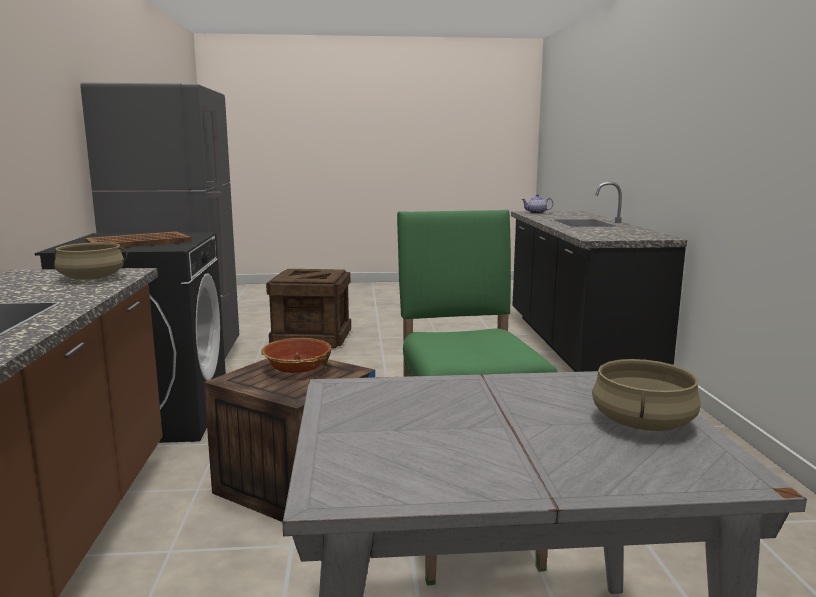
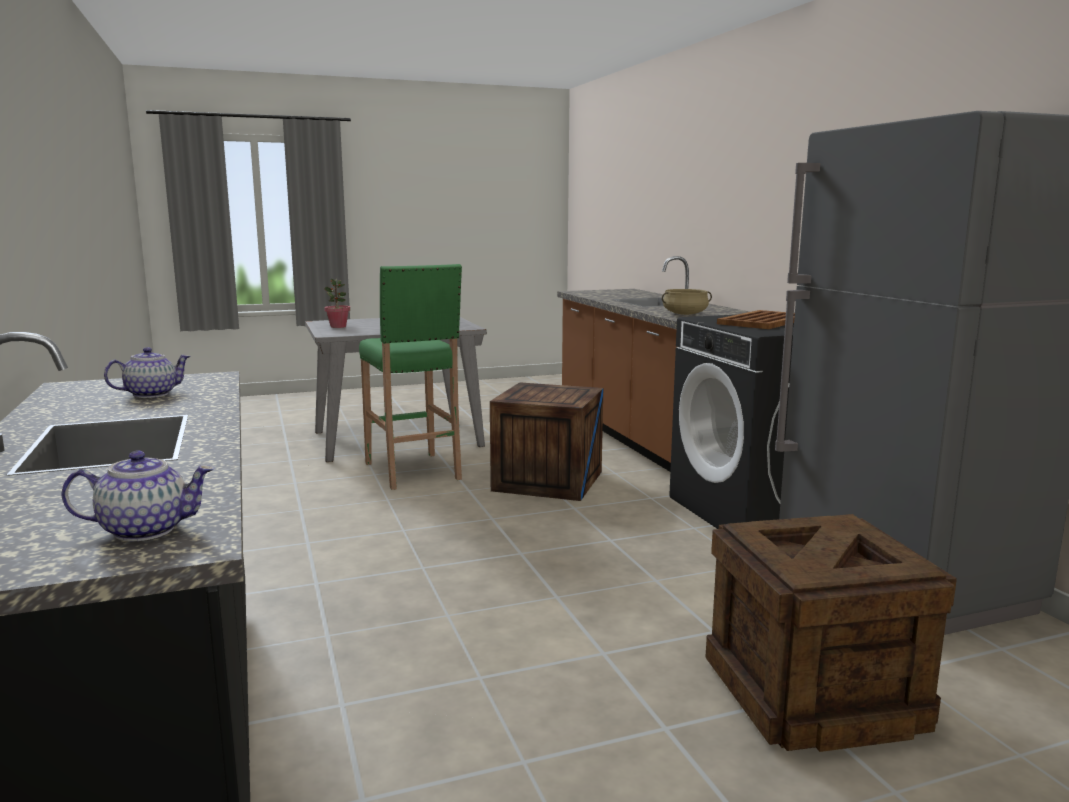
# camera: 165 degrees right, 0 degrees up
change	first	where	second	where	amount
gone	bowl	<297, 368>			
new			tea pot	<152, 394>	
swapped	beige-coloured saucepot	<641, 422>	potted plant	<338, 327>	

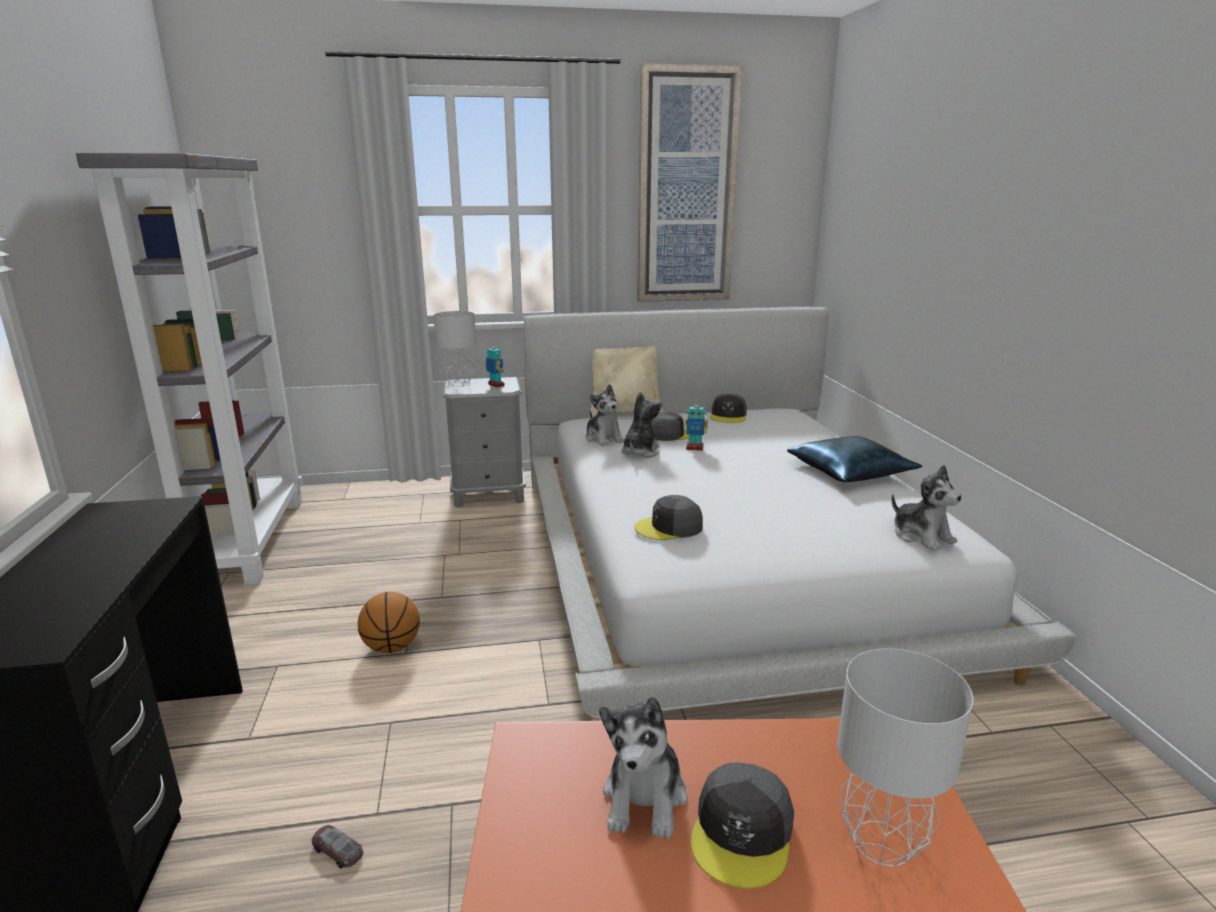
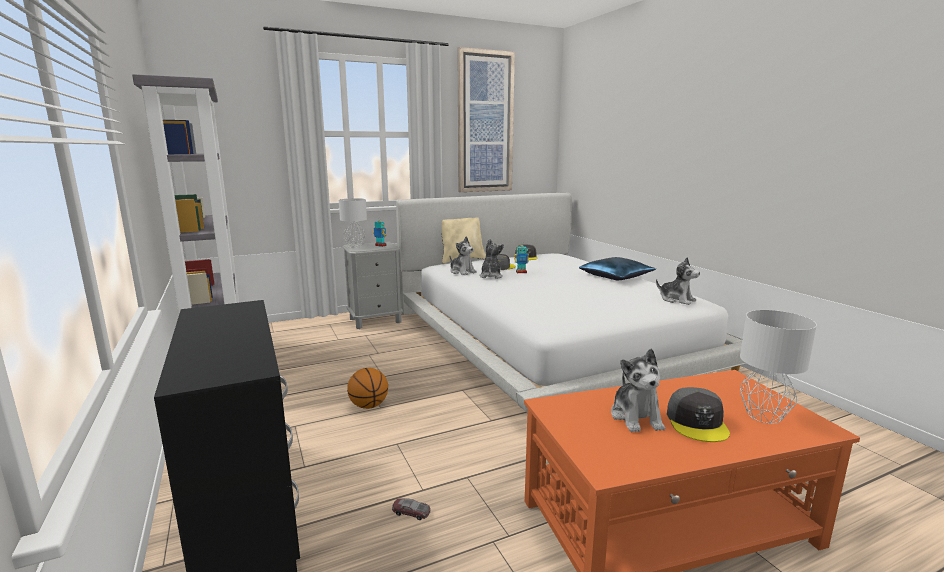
# camera: 15 degrees left, 5 degrees down
change	first	where	second	where	amount
gone	gray baseball cap	<669, 527>			

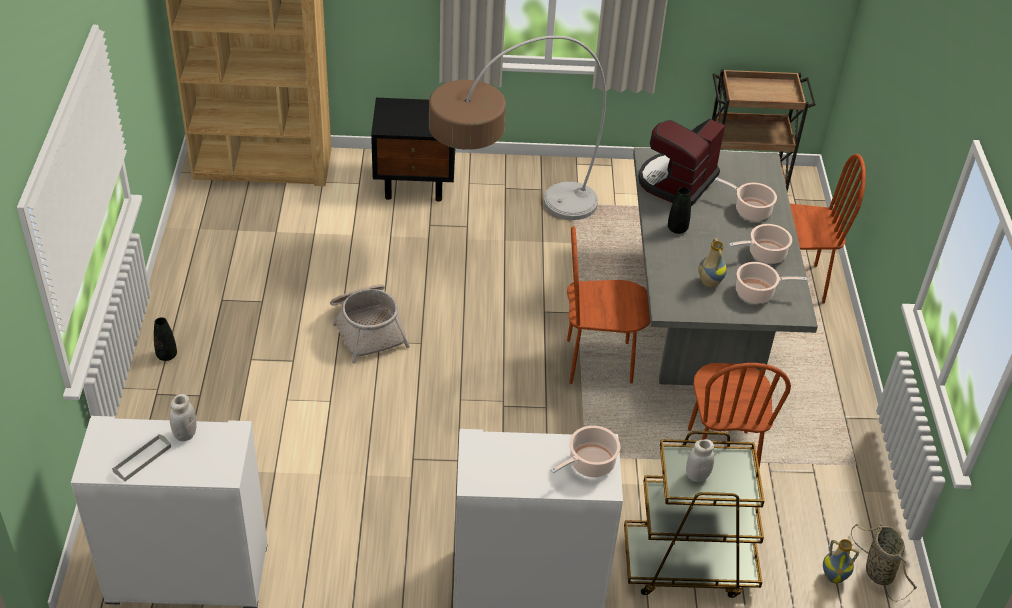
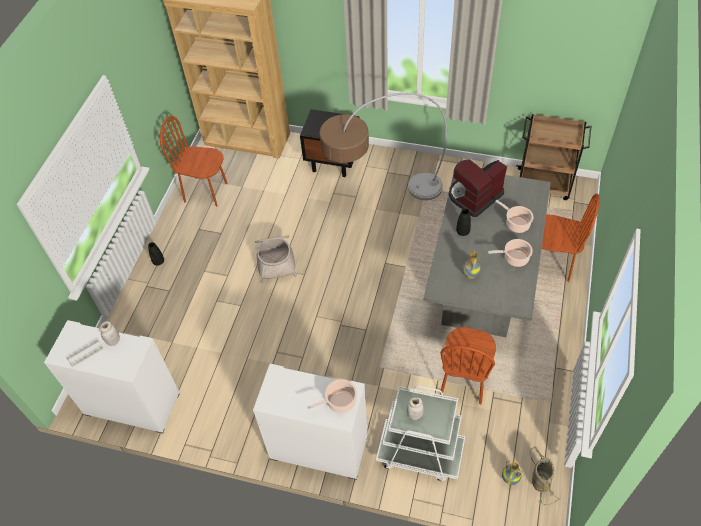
# camera: 20 degrees right, 10 degrees up
change	first	where	second	where	amount
gone	saucepot	<757, 293>			
shifted	brownish chair	<599, 362>		<206, 192>	
repainted	brownish wheeled cart	<688, 564>	white wheeled cart	<420, 453>	

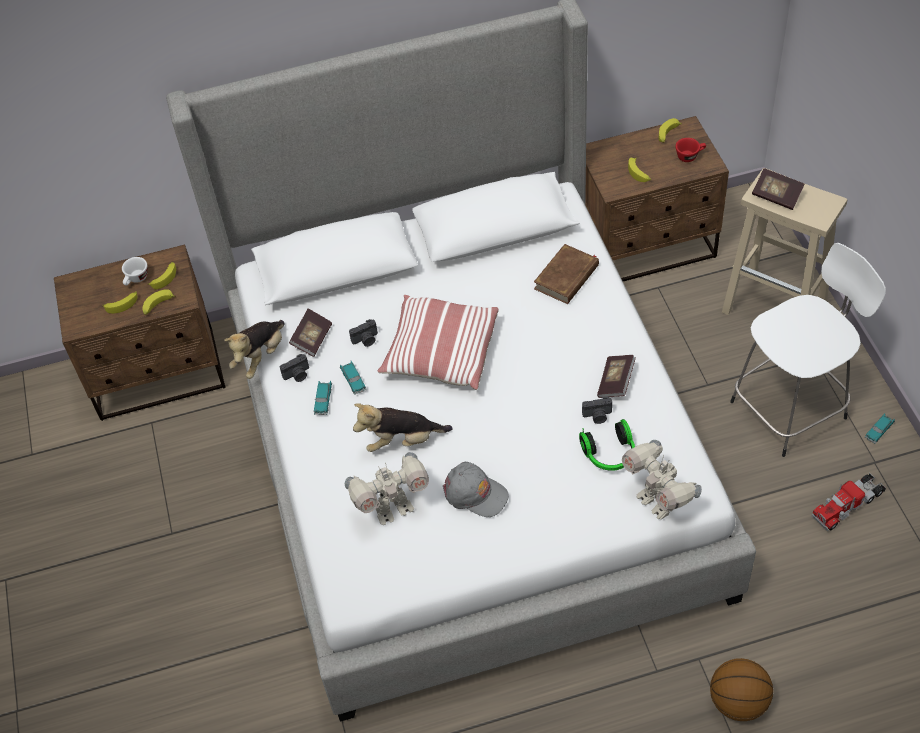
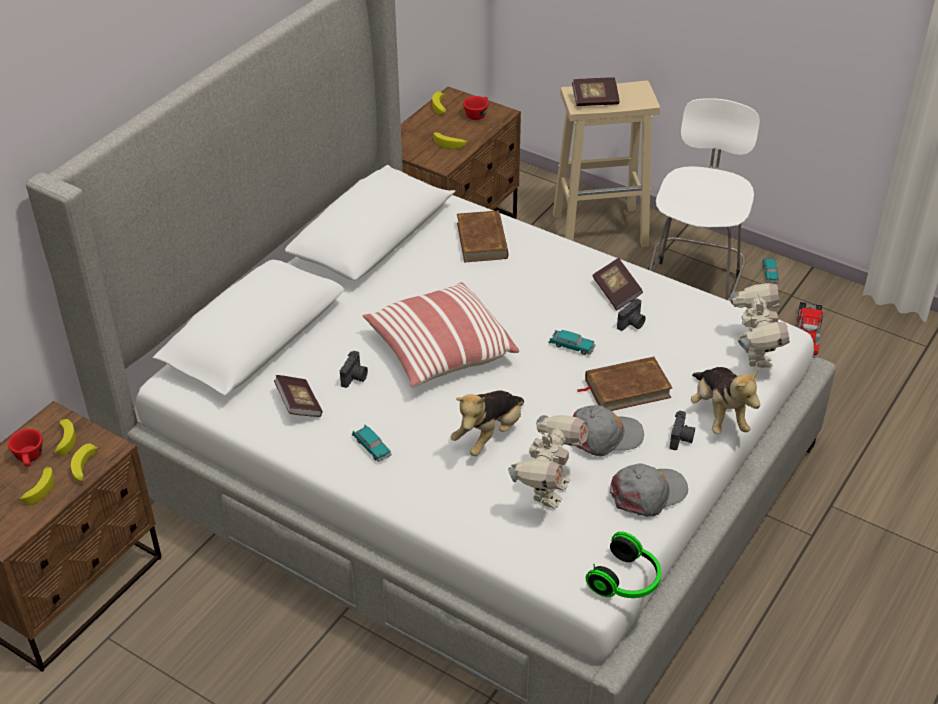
# camera: 45 degrees left, 10 degrees down
change	first	where	second	where	amount
gone	ball for basketball	<738, 702>			
new			brownish volume	<627, 388>	
new			gray baseball cap	<648, 493>	
shifted	plush toy	<260, 357>		<718, 414>	
shifted	still camera	<297, 375>		<681, 439>	
shifted	model car	<353, 380>		<572, 346>	
shifted	pair of headphones	<610, 455>		<627, 581>	
repainted	white drinking cup	<136, 279>	reddish drinking cup	<30, 458>	
rotated	model robot	<658, 501>		<753, 356>	105 degrees counterclockwise

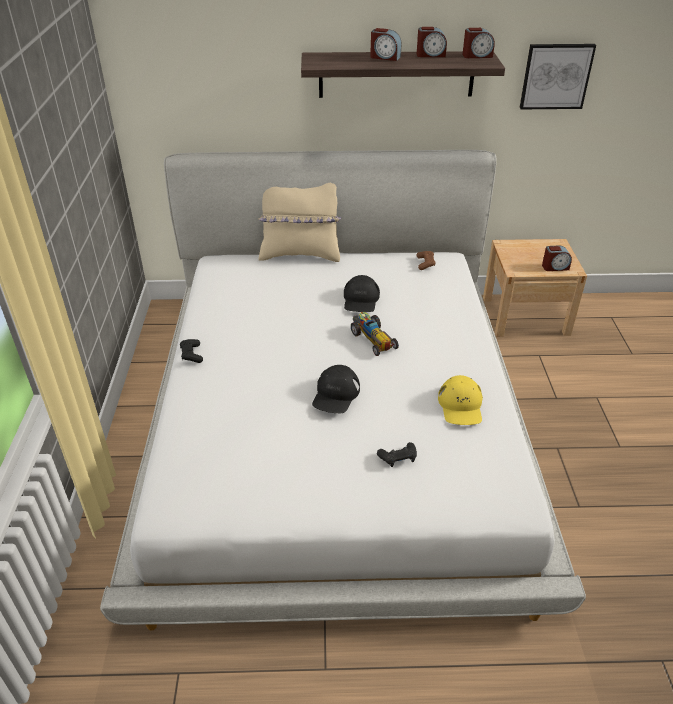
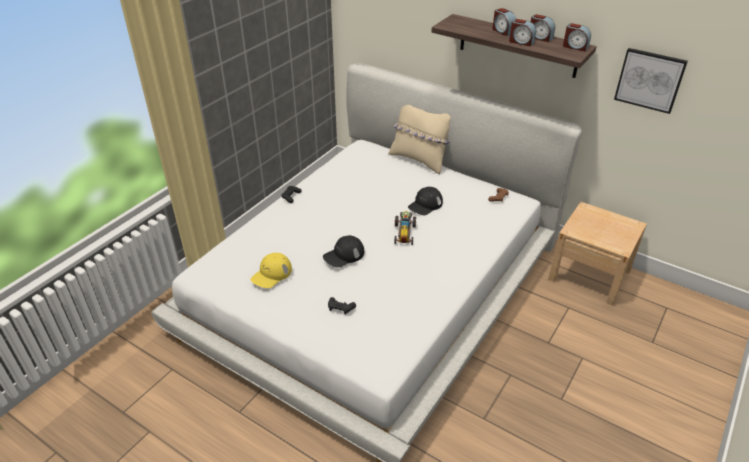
# camera: 35 degrees right, 0 degrees up
change	first	where	second	where	amount
shifted	yellow baseball cap	<461, 406>		<271, 274>	
shifted	bedside clock	<555, 267>		<521, 42>	

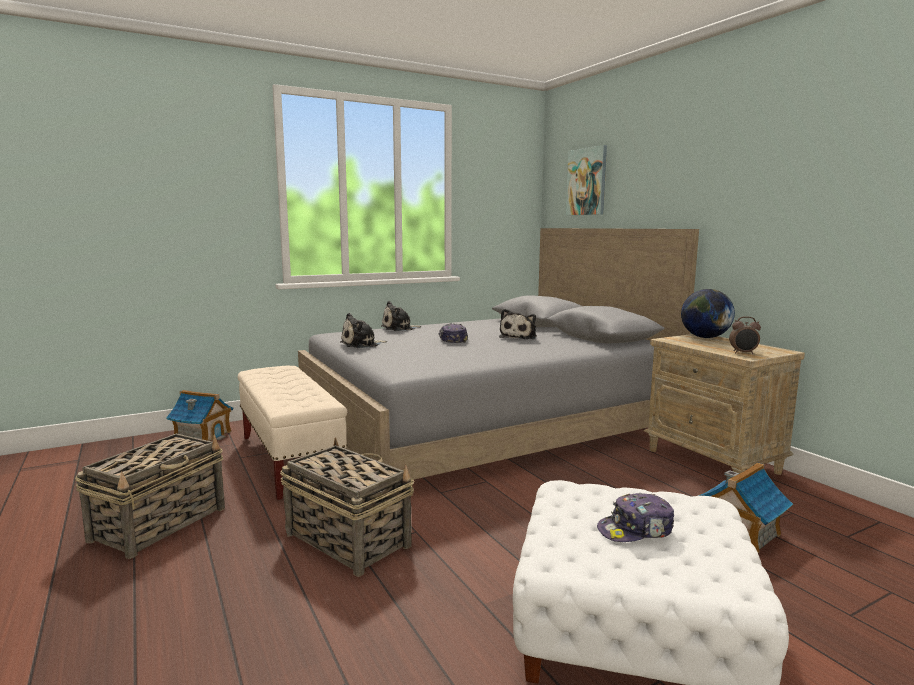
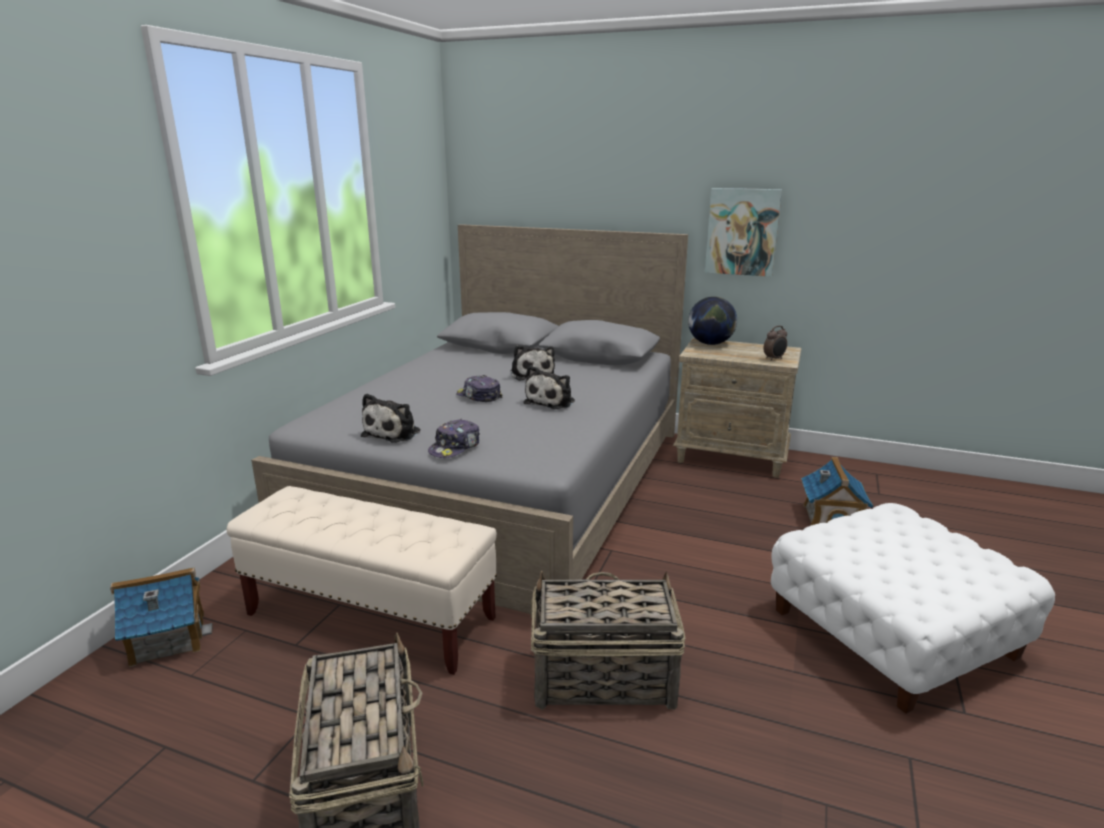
# camera: 40 degrees left, 10 degrees up
change	first	where	second	where	amount
shifted	plush toy	<399, 328>		<551, 402>	
shifted	wall picture	<587, 182>		<742, 232>	
shifted	baseball cap	<636, 530>		<455, 448>	

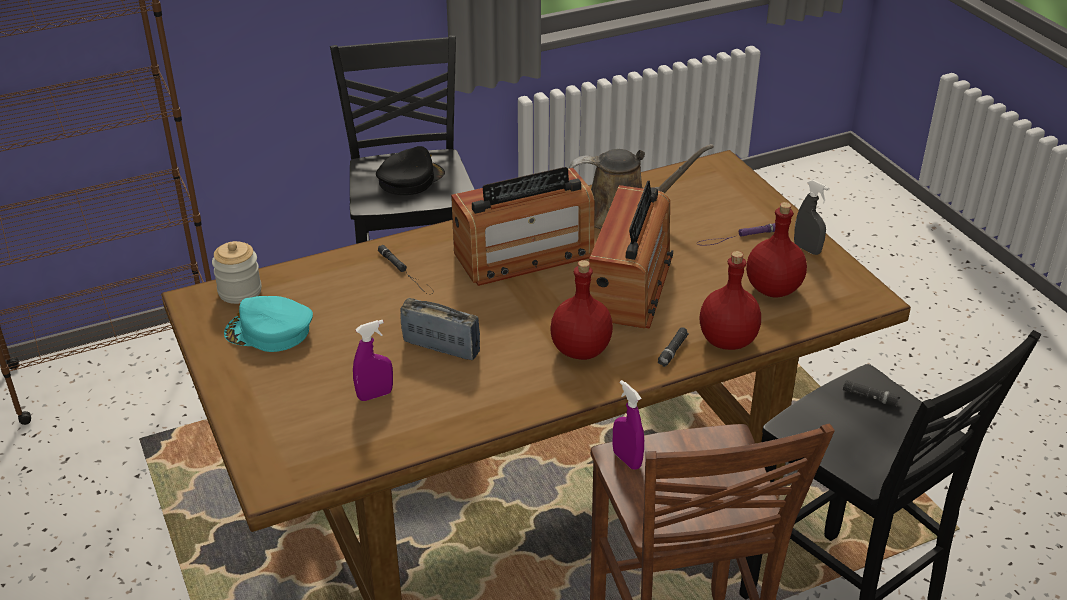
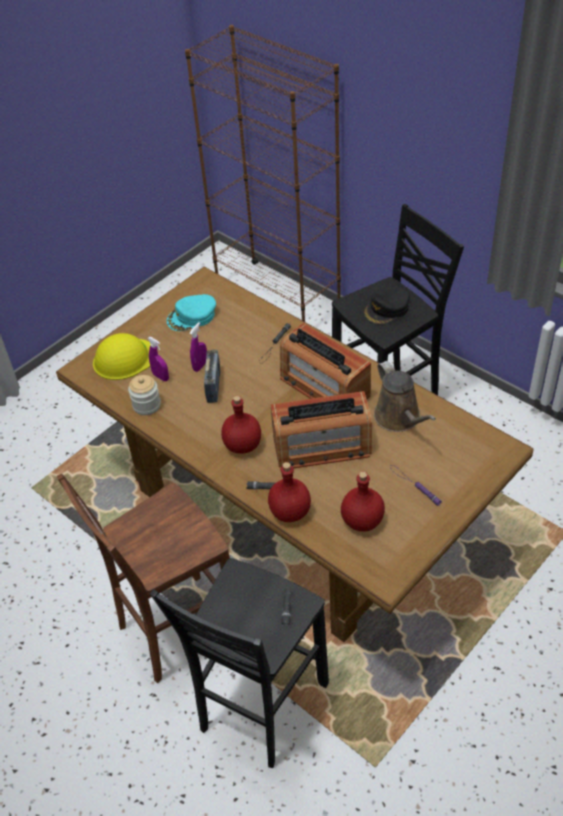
# camera: 70 degrees right, 10 degrees up
change	first	where	second	where	amount
gone	gray hand sprayer	<807, 249>			
new			yellow safety helmet	<124, 359>	
shifted	preserve jar	<240, 291>		<146, 405>	
shifted	purple hand sprayer	<627, 459>		<200, 365>	
rotated	turquoise-coloured baseball cap	<269, 331>		<192, 317>	105 degrees counterclockwise
rotated	blackish baseball cap	<410, 179>		<387, 309>	120 degrees clockwise

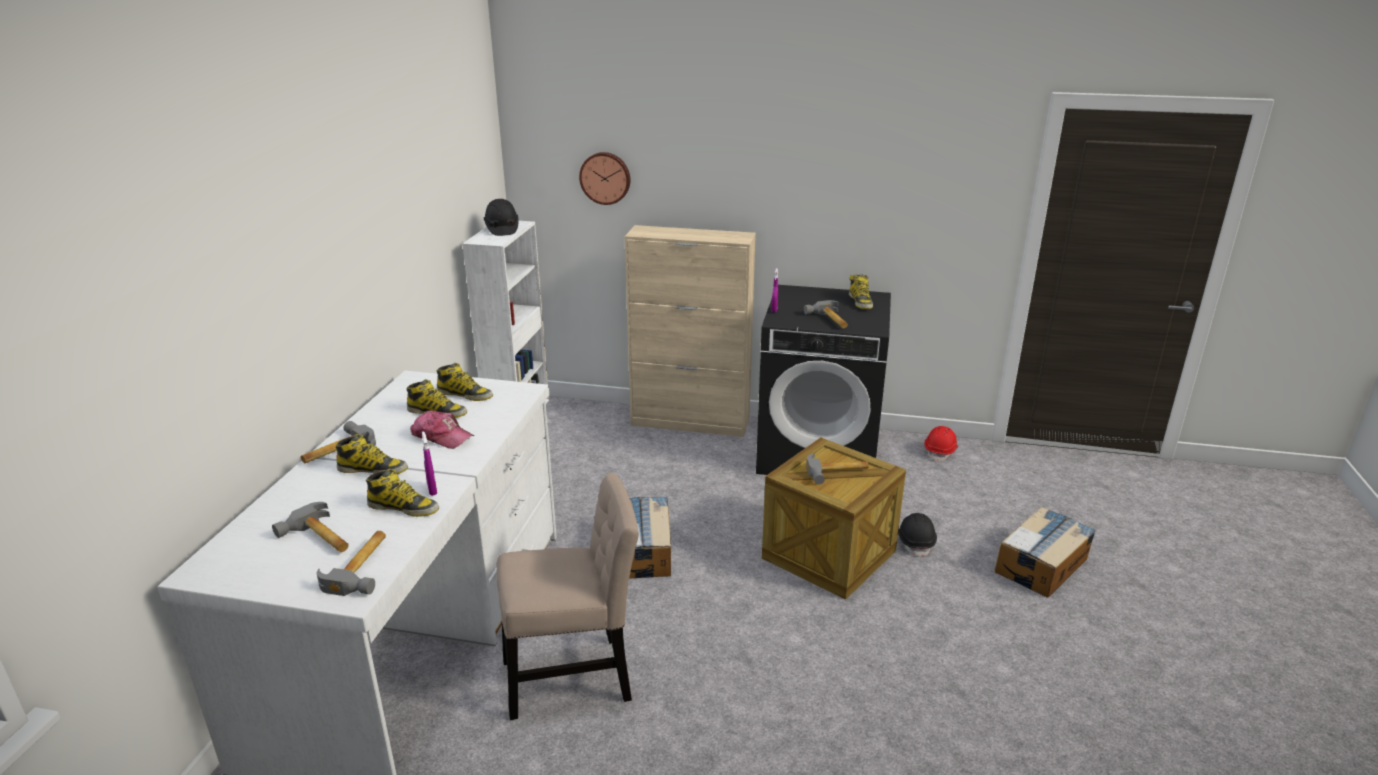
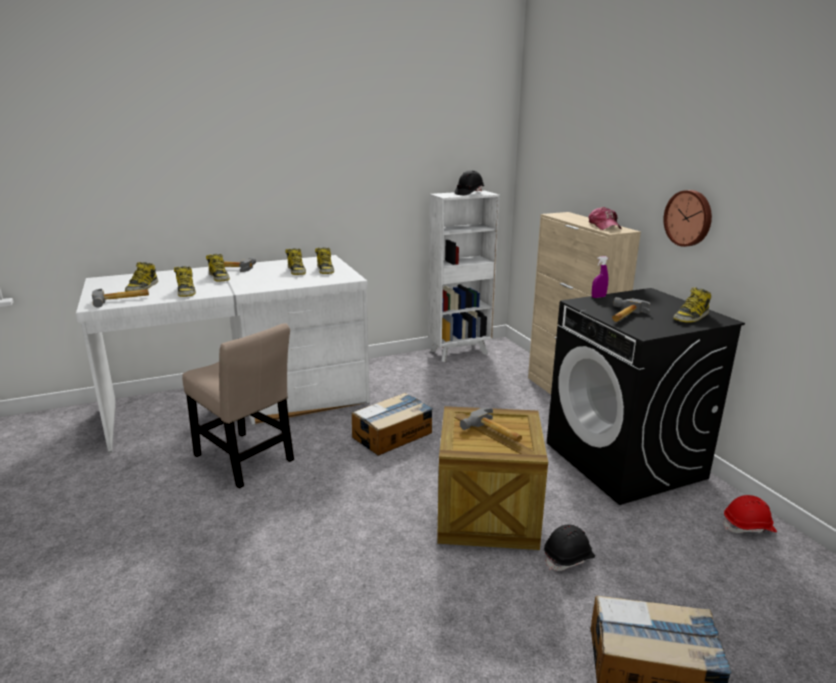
# camera: 55 degrees right, 5 degrees down
change	first	where	second	where	amount
gone	purple hand sprayer	<432, 490>			
shifted	baseball cap	<442, 436>		<604, 226>	
shifted	hanging clock	<605, 178>		<689, 218>	
swapped	hand hammer	<319, 539>	tall boot	<142, 287>	

